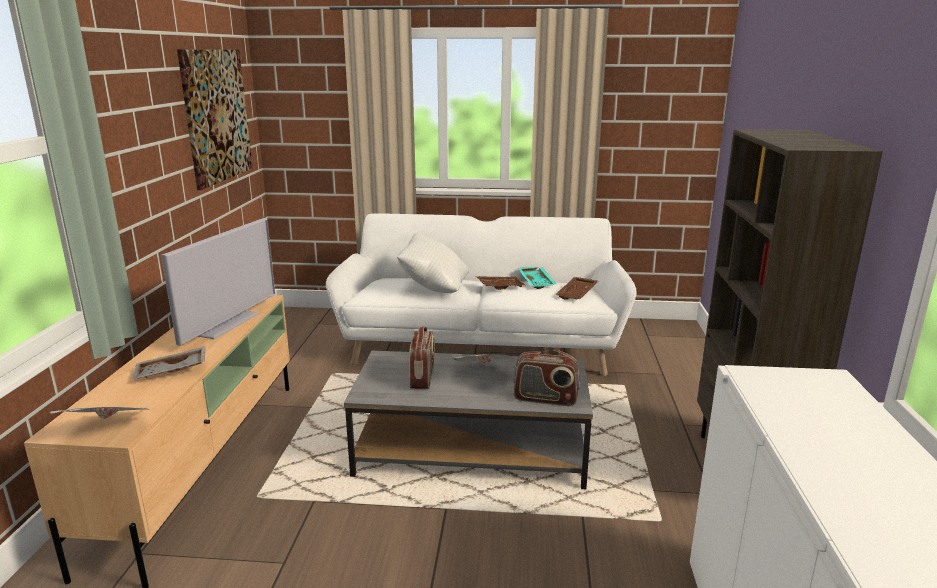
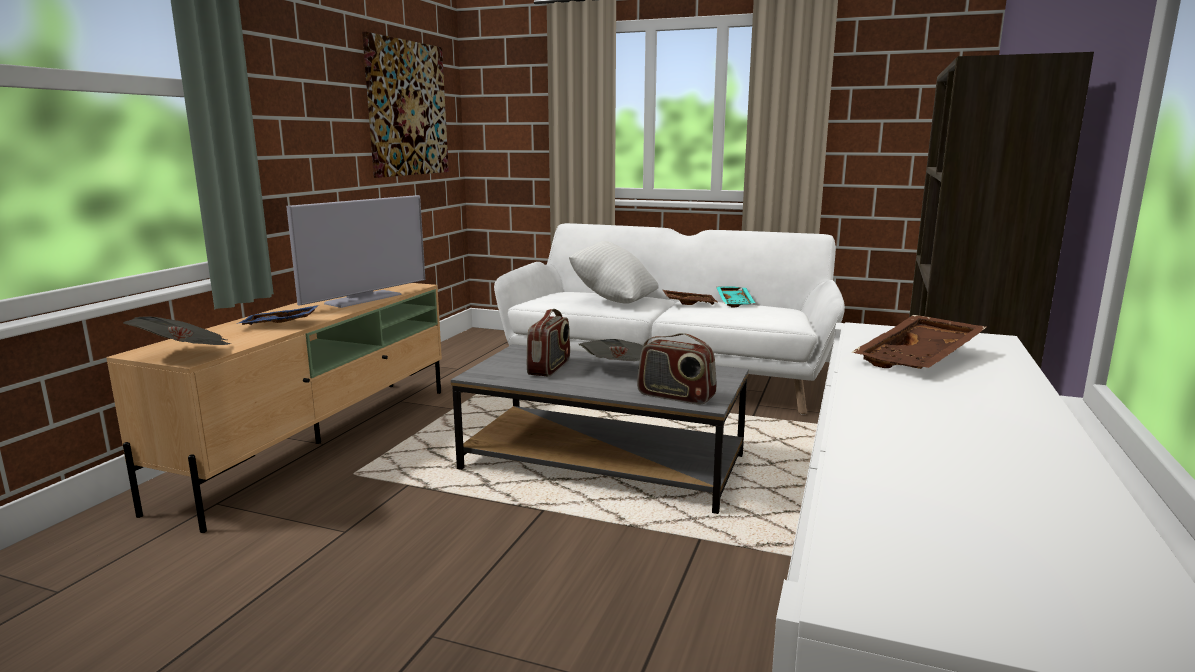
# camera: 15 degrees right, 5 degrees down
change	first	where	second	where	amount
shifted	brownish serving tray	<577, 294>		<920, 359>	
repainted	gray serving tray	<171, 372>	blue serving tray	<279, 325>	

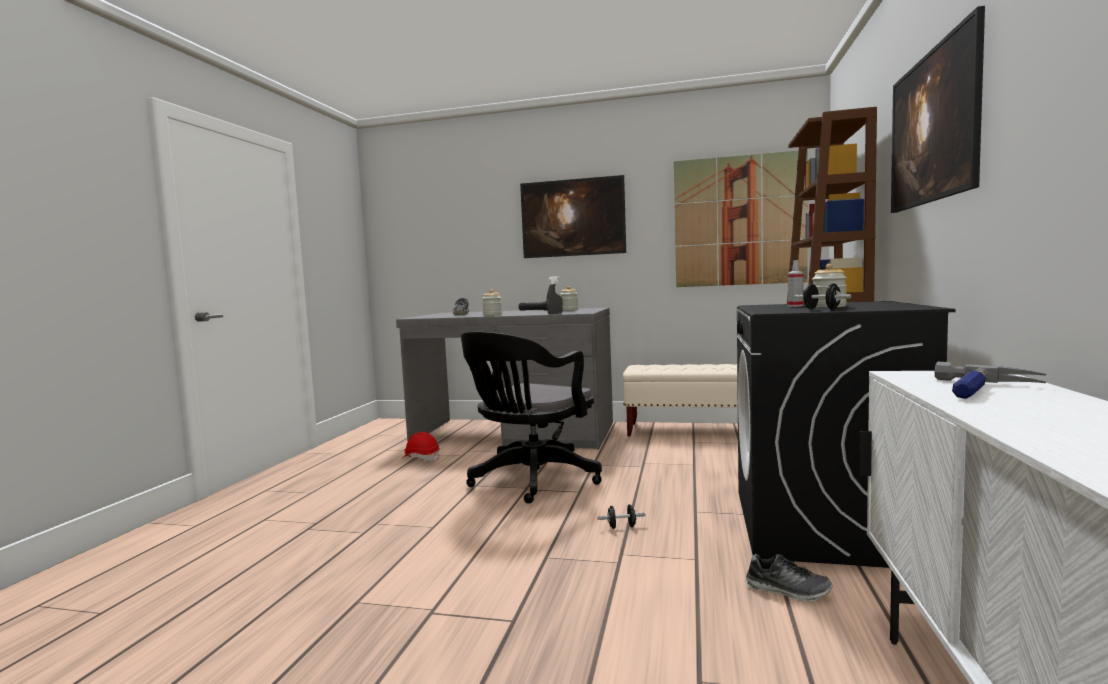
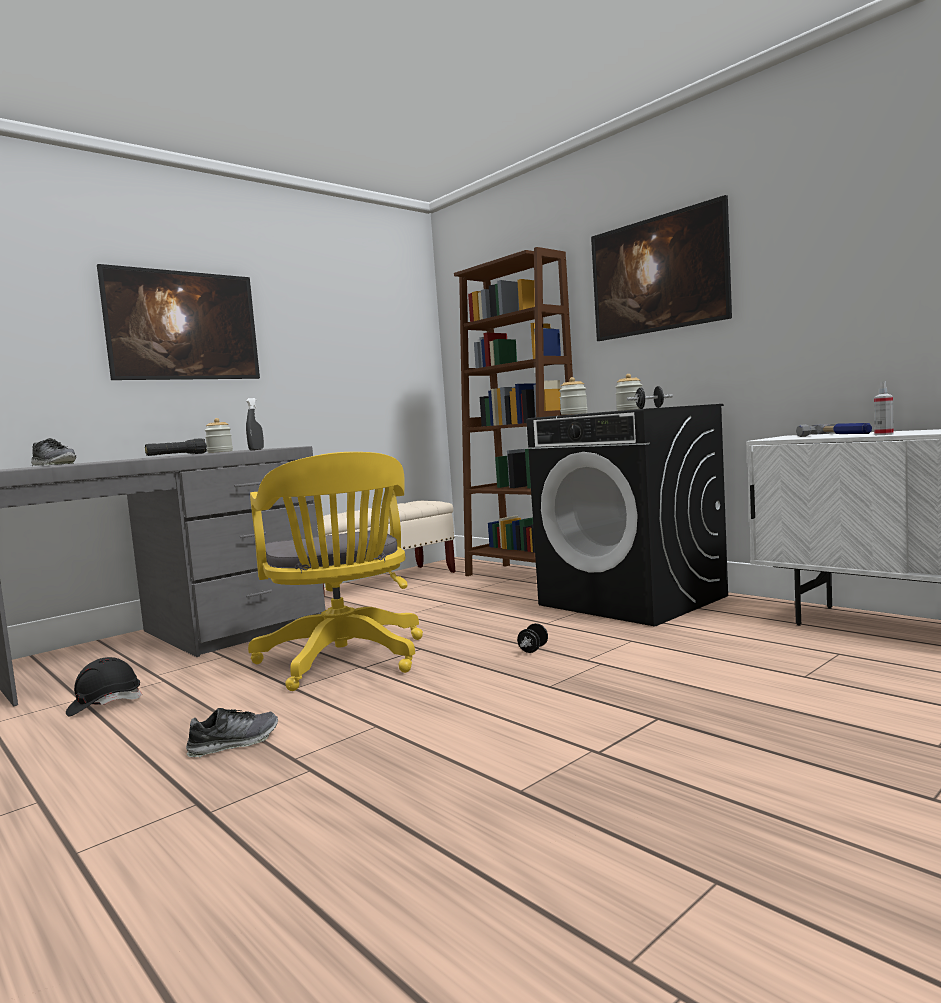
# camera: 55 degrees left, 0 degrees up
change	first	where	second	where	amount
gone	wall picture	<739, 221>			
shifted	preserve jar	<492, 315>		<574, 414>	
shifted	item of footwear	<787, 591>		<234, 743>	
shifted	hand sprayer	<795, 306>		<883, 434>	
repainted	reddish safety helmet	<421, 458>	blackish safety helmet	<104, 704>	
repainted	blackish office chair	<530, 481>	yellow office chair	<344, 661>	

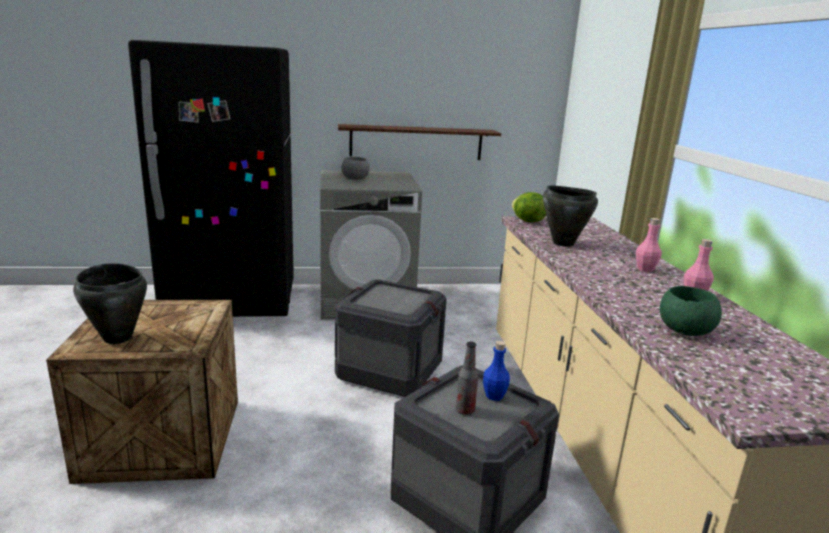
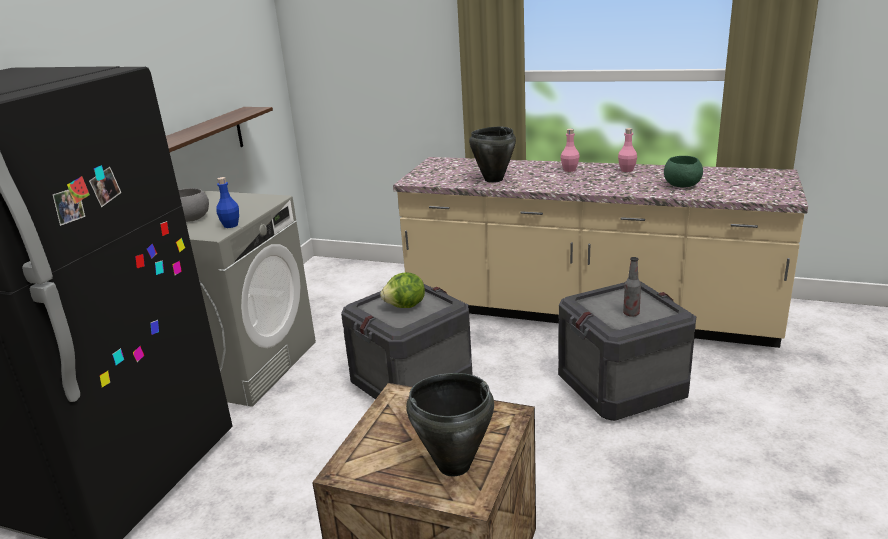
# camera: 60 degrees left, 5 degrees up
change	first	where	second	where	amount
shifted	blue beverage bottle	<494, 396>		<230, 225>	
shifted	head of lettuce	<527, 221>		<405, 306>	

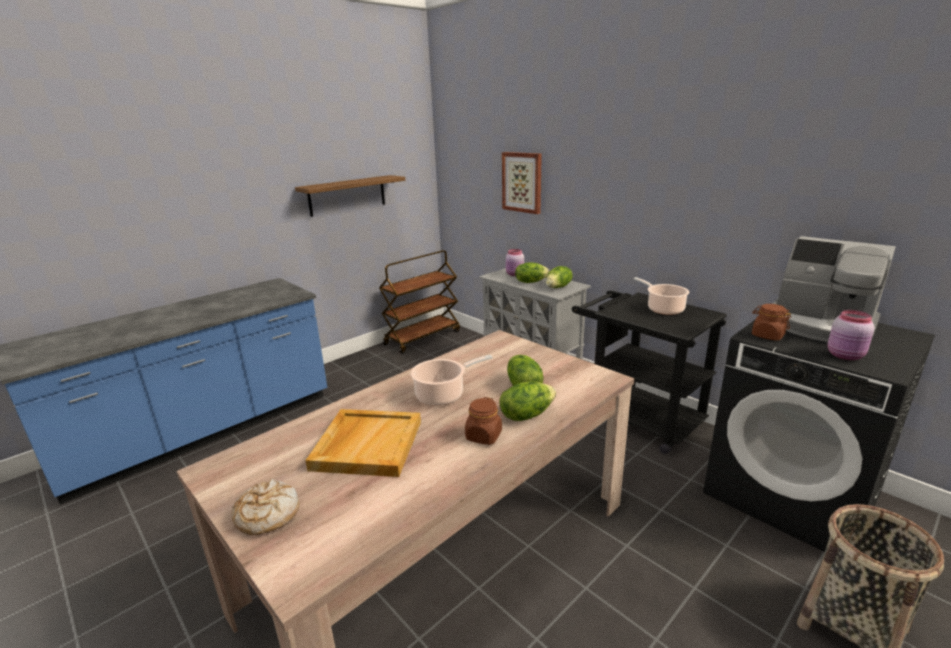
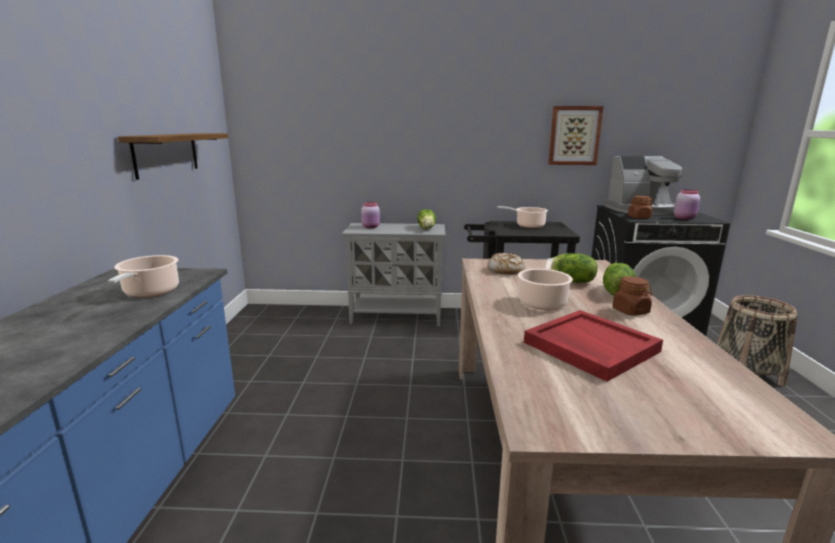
# camera: 45 degrees left, 5 degrees down
change	first	where	second	where	amount
gone	brownish wheeled cart	<422, 337>			
gone	head of lettuce	<530, 282>			
new			saucepot	<150, 292>	
shifted	bread	<267, 515>		<505, 270>	
shifted	wall picture	<522, 182>		<574, 135>	
repainted	beige-coloured serving tray	<367, 444>	reddish serving tray	<589, 347>	

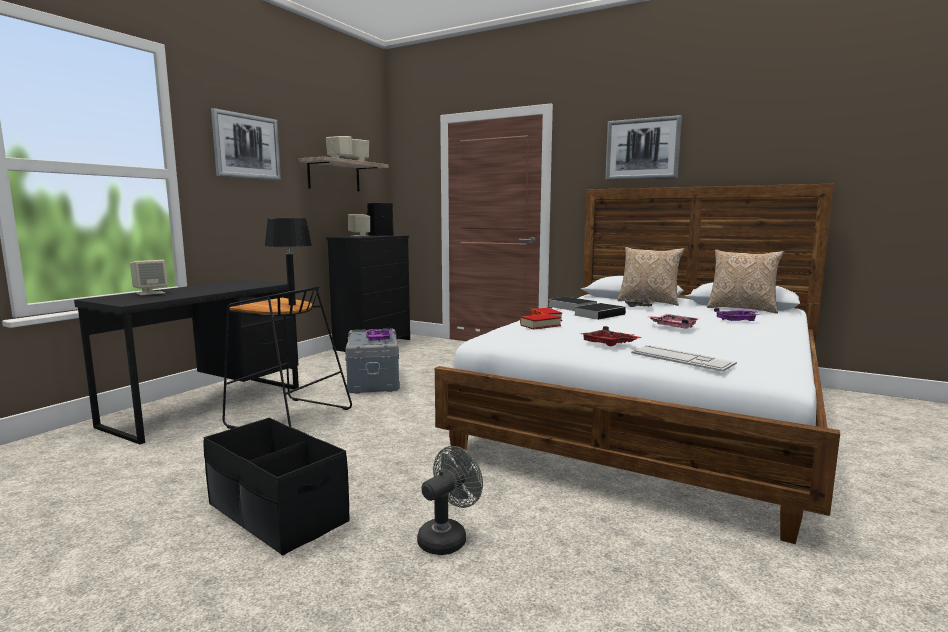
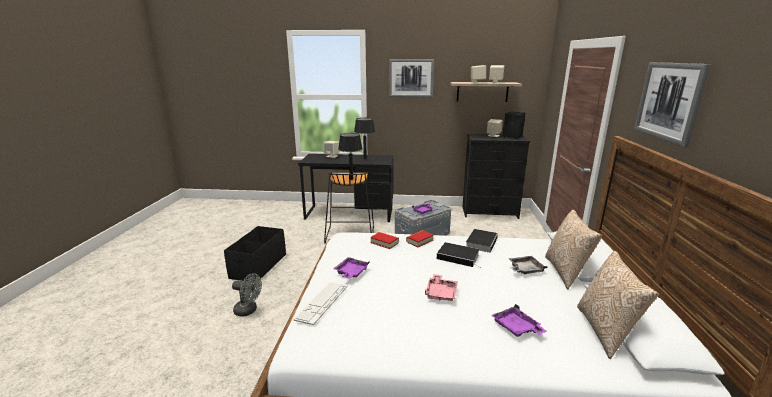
# camera: 65 degrees right, 10 degrees up
change	first	where	second	where	amount
new			blackish tabletop lamp	<365, 158>	
repainted	reddish serving tray	<608, 344>	purple serving tray	<351, 272>	

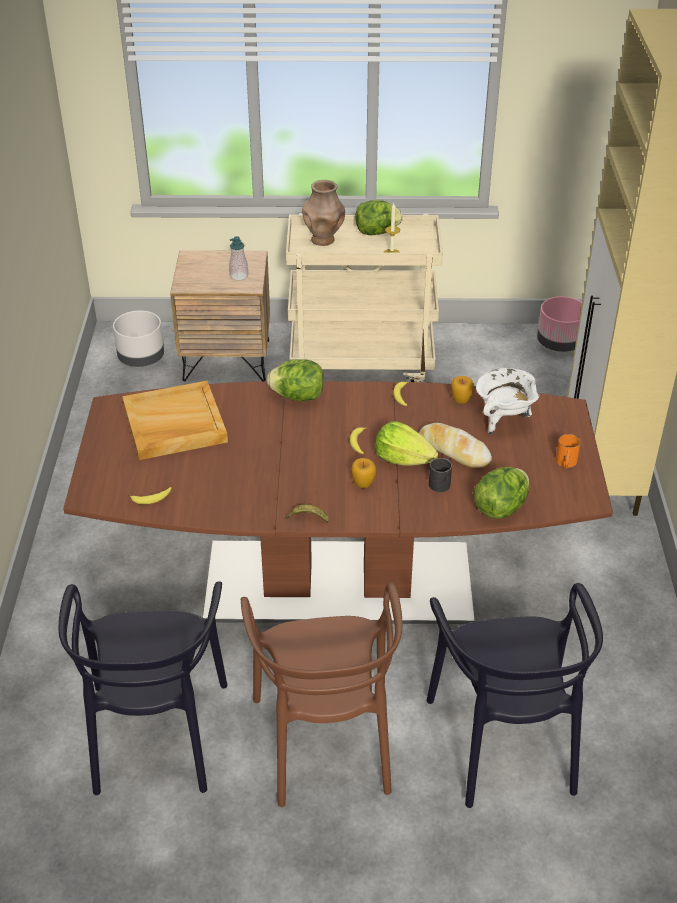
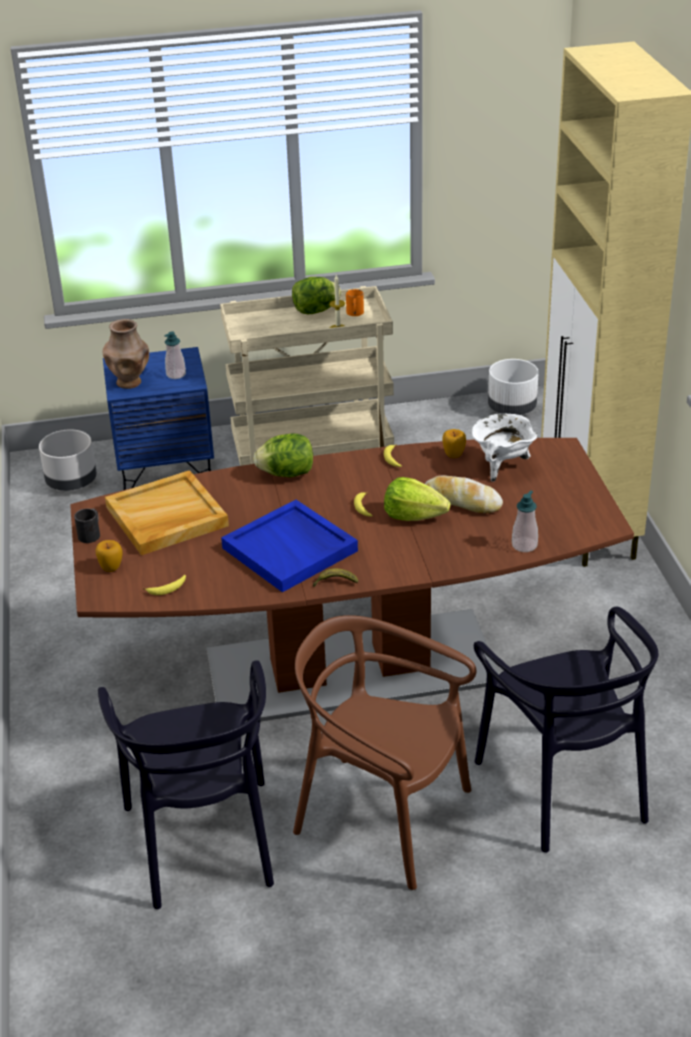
# camera: 10 degrees left, 5 degrees down
change	first	where	second	where	amount
new			blue serving tray	<291, 549>	
shifted	brownish decorative vase	<323, 240>		<129, 382>	
shifted	apple fruit	<363, 484>		<111, 567>	
shifted	blackish mug	<441, 481>		<91, 533>	
shifted	orange-coloured mug	<566, 463>		<355, 314>	
swapped	head of lettuce	<500, 508>	soap bottle	<524, 545>	
repainted	brownish nightstand	<227, 360>	blue nightstand	<166, 471>	
repainted	pink planter	<559, 343>	white planter	<512, 409>	
rotated	brownish chair	<326, 741>		<383, 817>	135 degrees clockwise

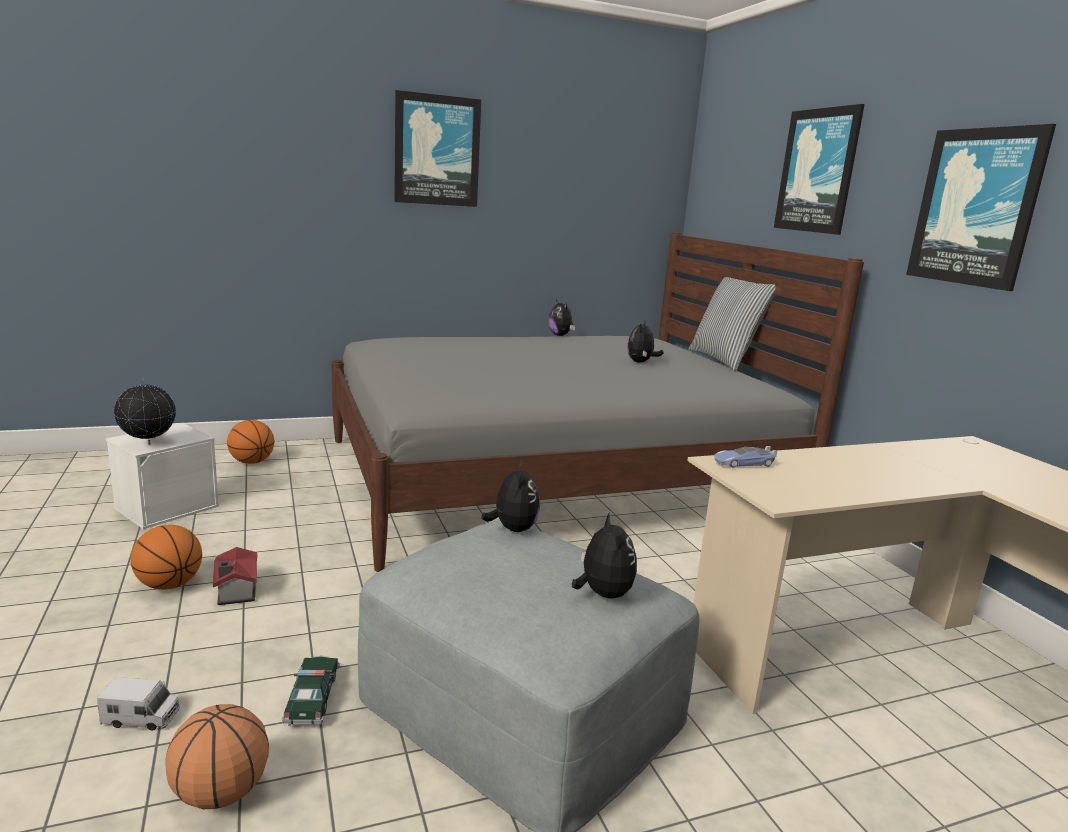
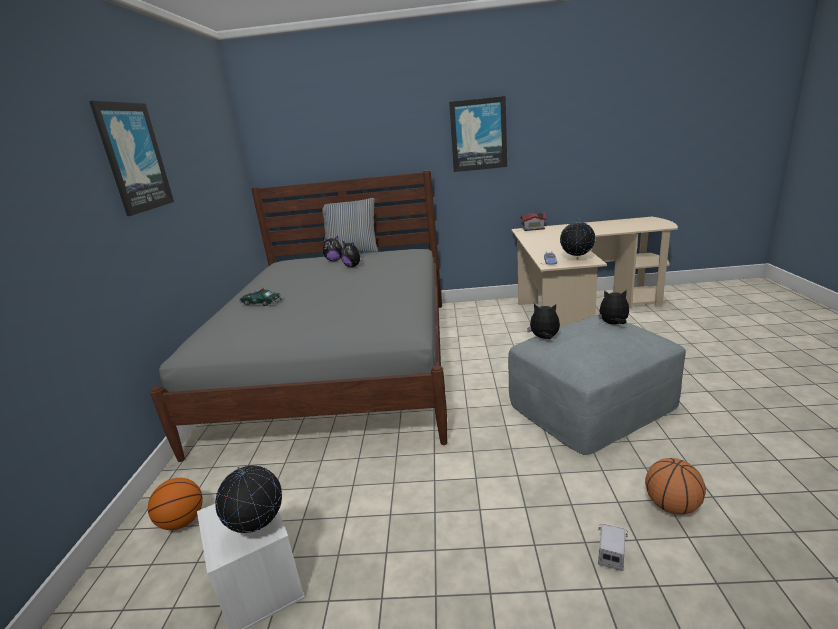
# camera: 65 degrees left, 5 degrees up
change	first	where	second	where	amount
gone	ball for basketball	<169, 585>			
gone	wall picture	<818, 171>			
new			world globe	<576, 259>	
shifted	toy house	<235, 591>		<534, 228>	
shifted	model car	<312, 698>		<261, 303>	
shifted	plush toy	<560, 335>		<334, 260>	

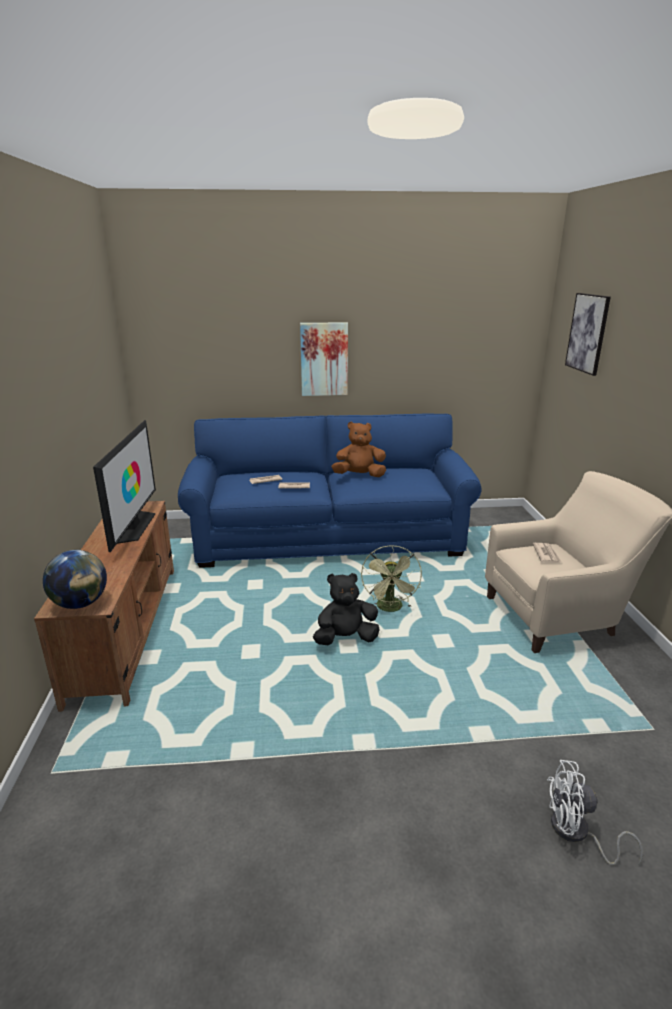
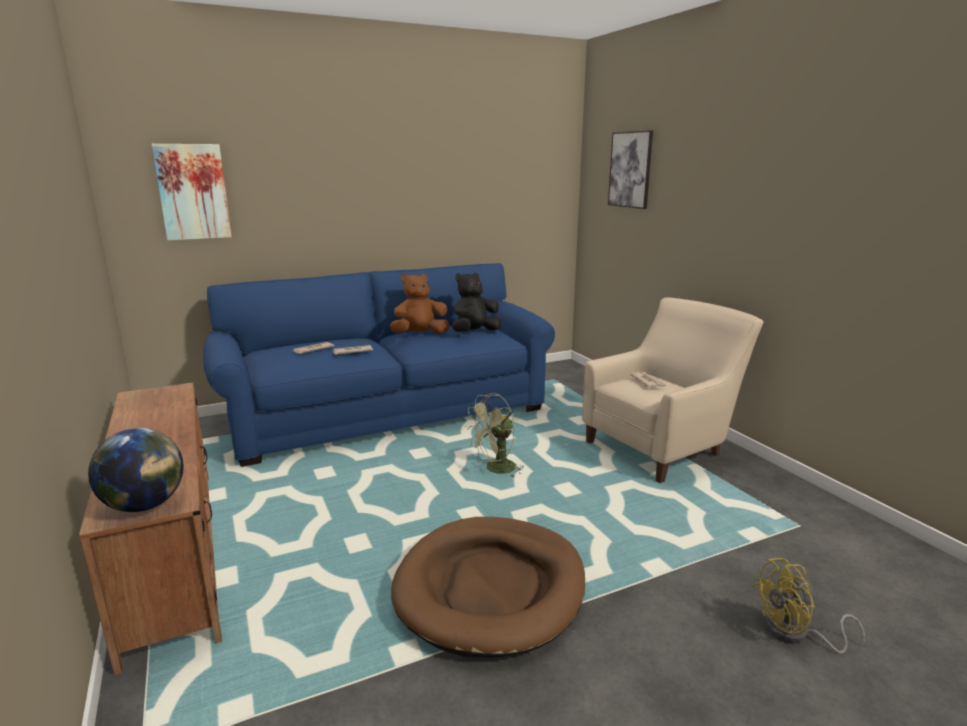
# camera: 20 degrees left, 5 degrees down
change	first	where	second	where	amount
gone	television	<134, 526>			
new			brownish dog cushion	<490, 588>	
shifted	wall picture	<324, 359>		<193, 192>	
shifted	blackish plush toy	<346, 639>		<475, 332>	
repainted	white cooling fan	<576, 833>	yellow cooling fan	<795, 634>	
rotated	green cooling fan	<391, 609>		<495, 470>	75 degrees clockwise

